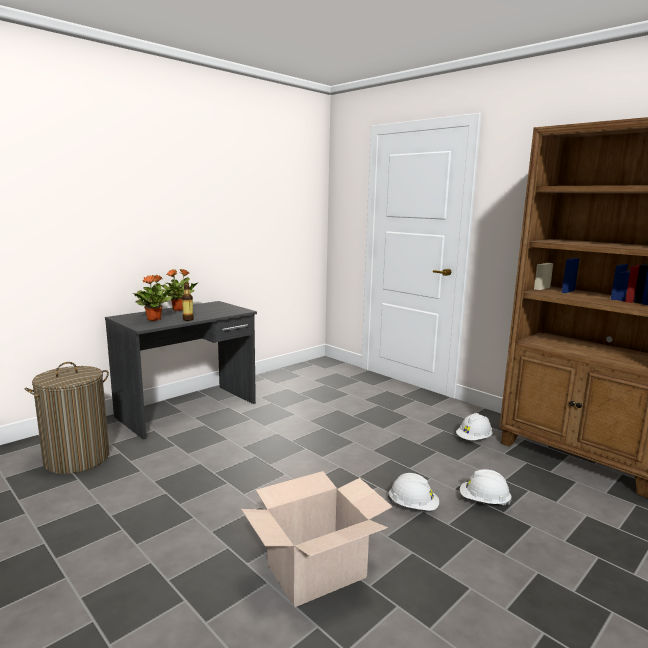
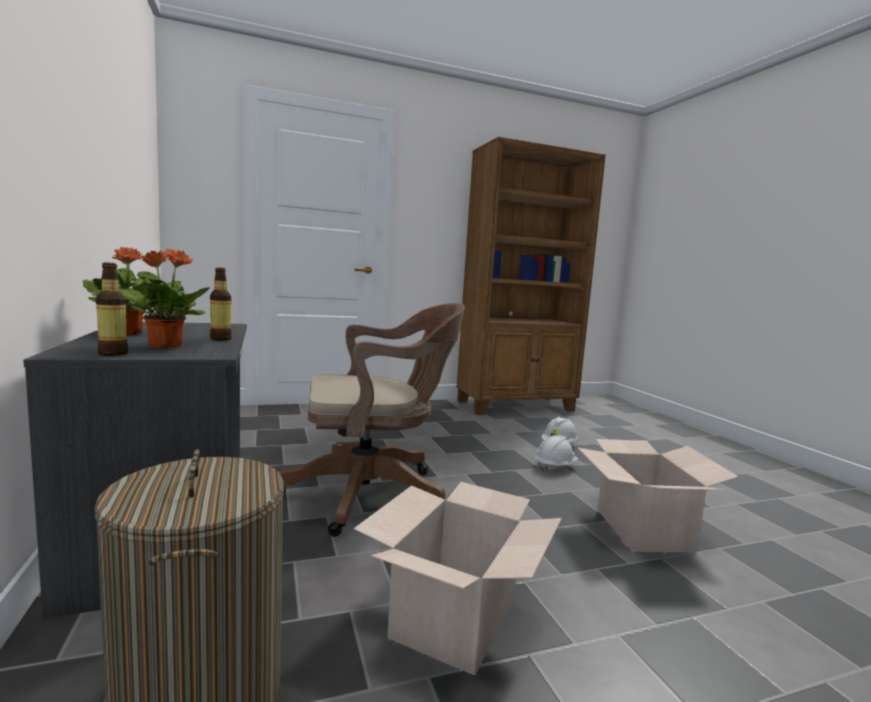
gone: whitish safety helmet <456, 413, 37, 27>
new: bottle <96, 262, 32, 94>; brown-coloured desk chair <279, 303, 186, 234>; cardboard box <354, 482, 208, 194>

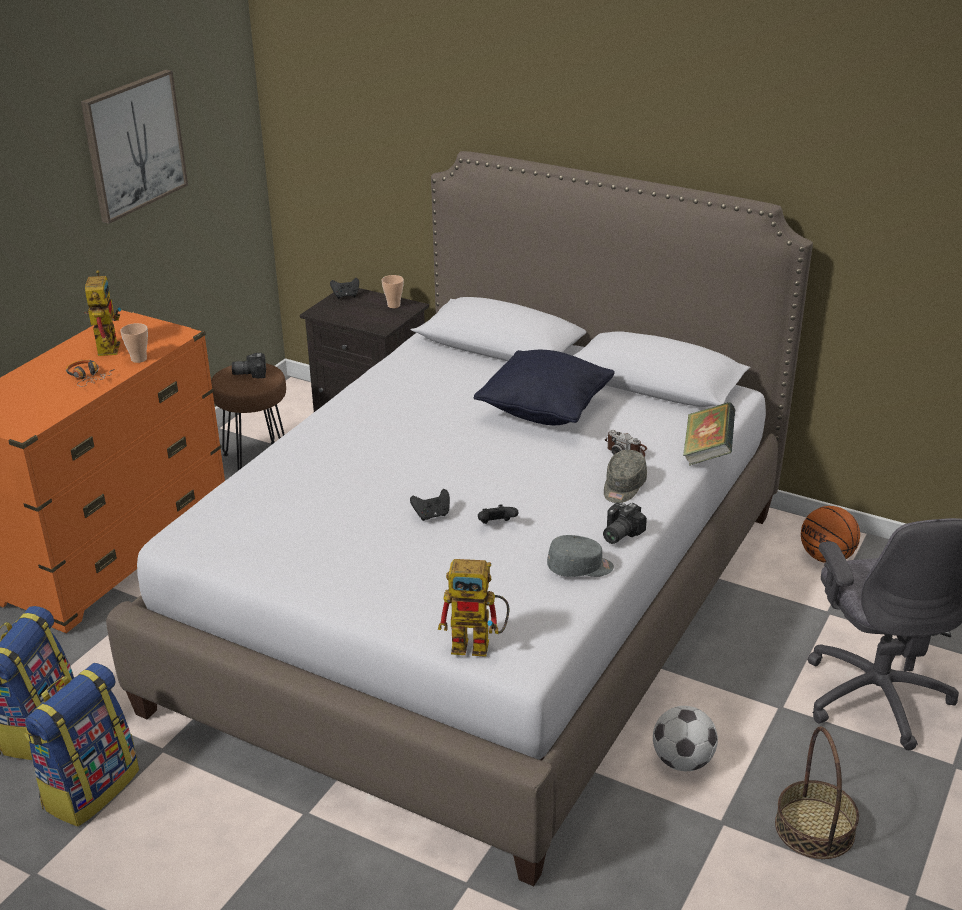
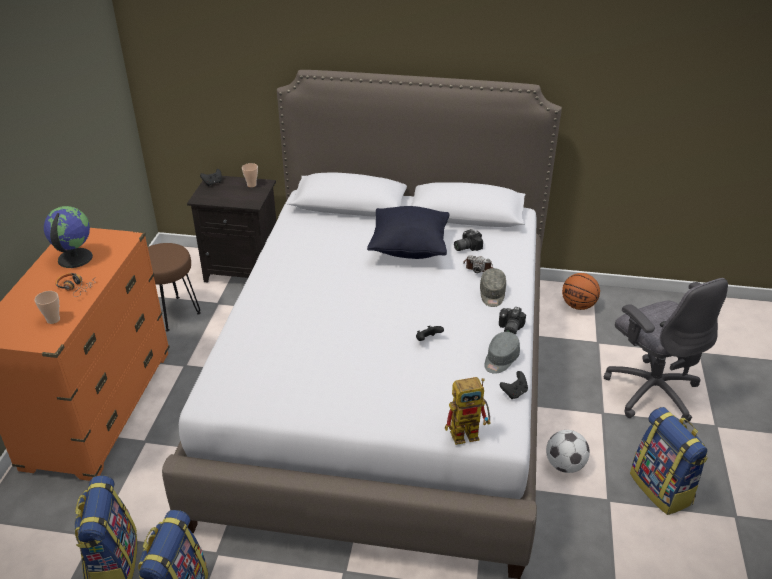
gone: wall picture <81, 70, 107, 154>; book <683, 402, 52, 63>
shifted: cup <120, 323, 28, 40> to <34, 291, 26, 33>; still camera <232, 353, 34, 25> to <454, 229, 29, 22>; black-coloured joypad <410, 489, 40, 32> to <500, 371, 28, 28>
swapped: model robot <84, 270, 37, 86> to globe <44, 206, 49, 62>; household basket <775, 726, 84, 133> to rucksack <630, 407, 78, 108>
rotated: grey cap <547, 535, 67, 42> = <484, 332, 36, 42> 150 degrees clockwise

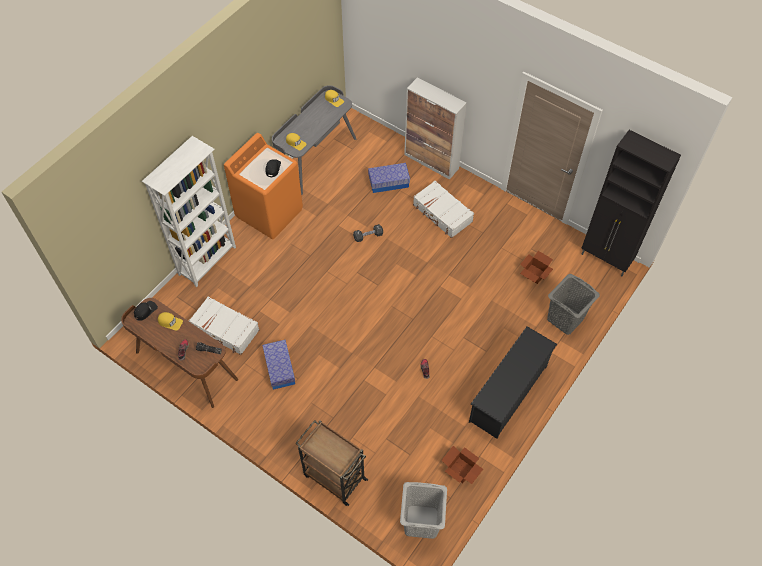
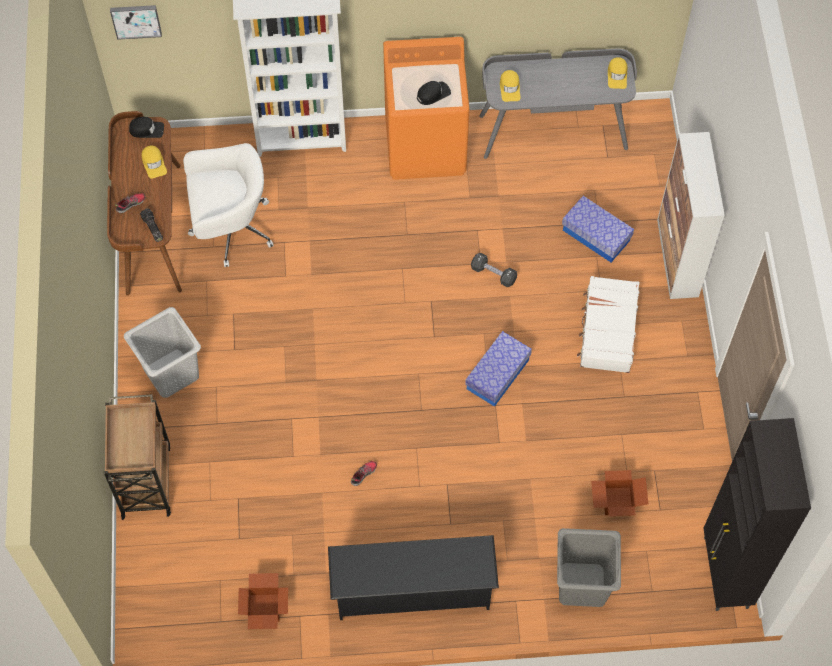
new: wall picture <110, 5, 52, 35>
shifted: storage box <262, 340, 33, 50> to <465, 331, 67, 76>; grey laundry basket <400, 482, 47, 57> to <124, 307, 77, 91>
swapped: whitish suitcase <189, 297, 70, 58> to whitish desk chair <183, 143, 91, 124>

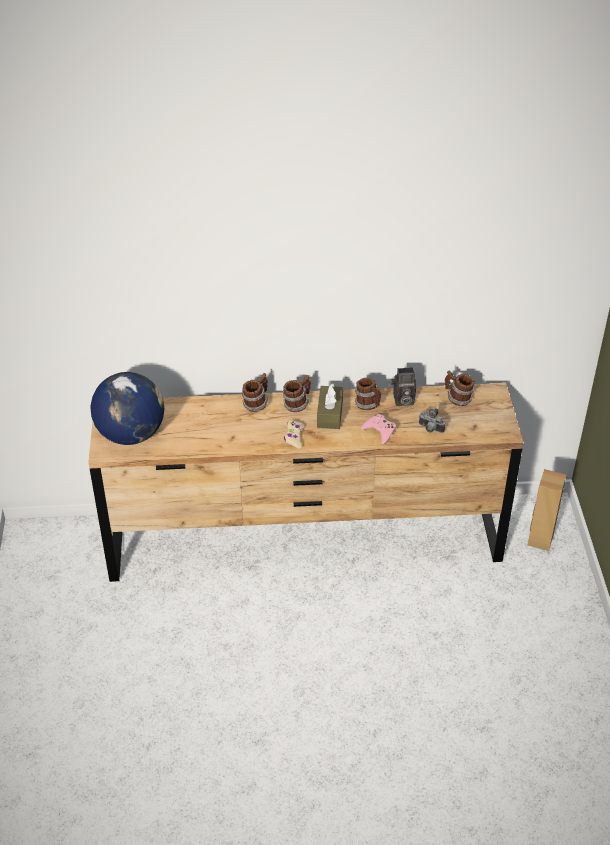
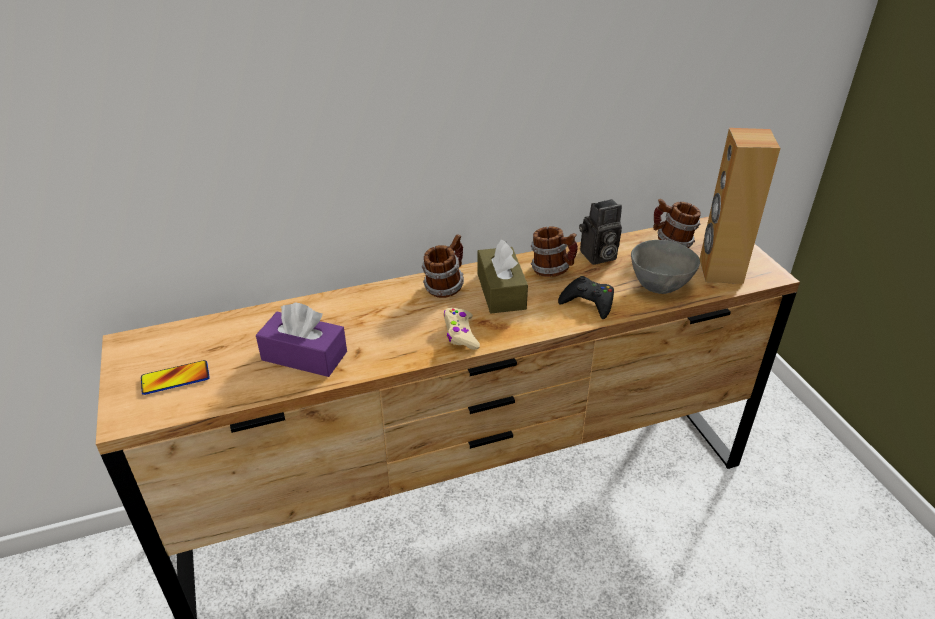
gone: mug <241, 373, 27, 39>
new: purplish box of tissues <256, 303, 91, 74>
shifted: brown-coloured loudspeaker <528, 469, 38, 82> to <700, 128, 80, 156>
swapped: globe <91, 372, 73, 73> to telephone <141, 360, 69, 35>; still camera <419, 409, 26, 24> to grey bowl <631, 240, 69, 54>
repainted: pinkish joypad <361, 414, 35, 30> to black-coloured joypad <558, 276, 56, 43>

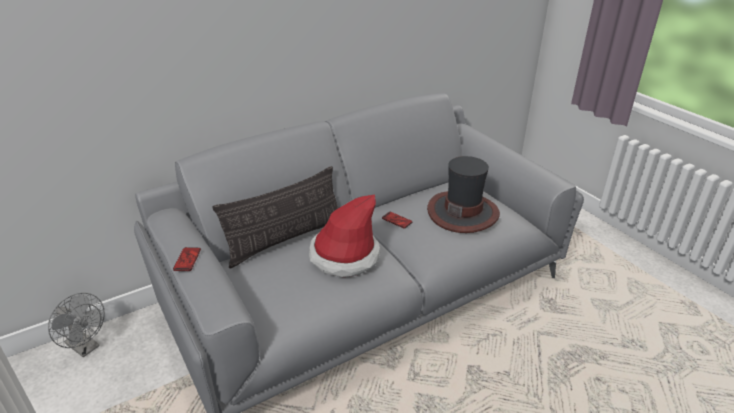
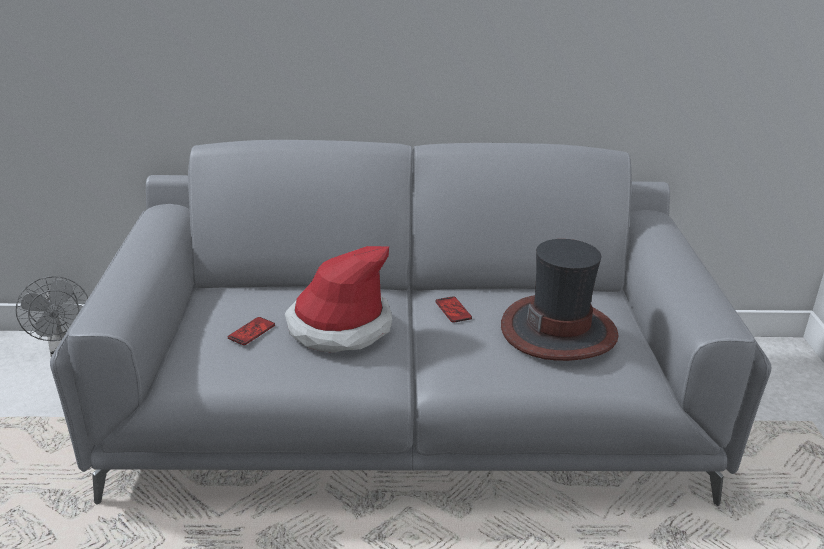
gone: throw pillow <213, 166, 126, 103>
shifted: telephone <173, 247, 28, 24> to <228, 317, 47, 28>

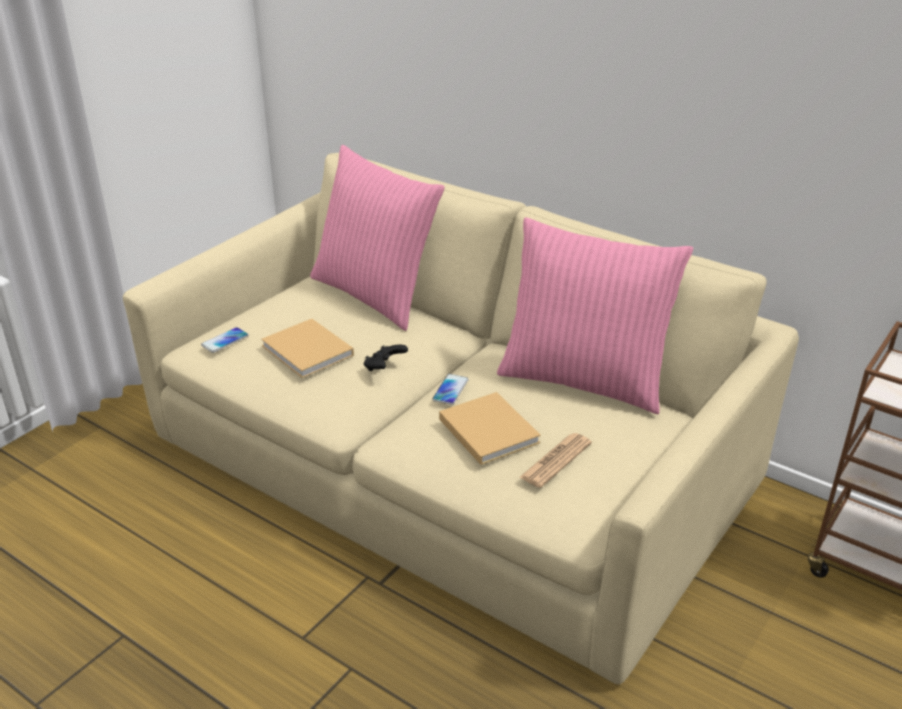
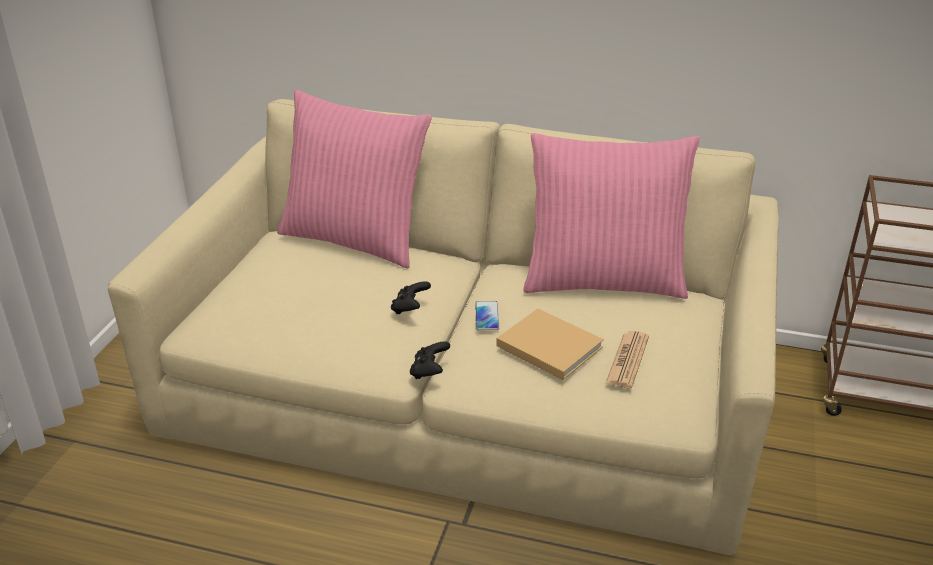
gone: telephone <201, 327, 48, 26>; beige-coloured book <261, 319, 93, 59>
new: black-coloured joypad <410, 341, 40, 38>

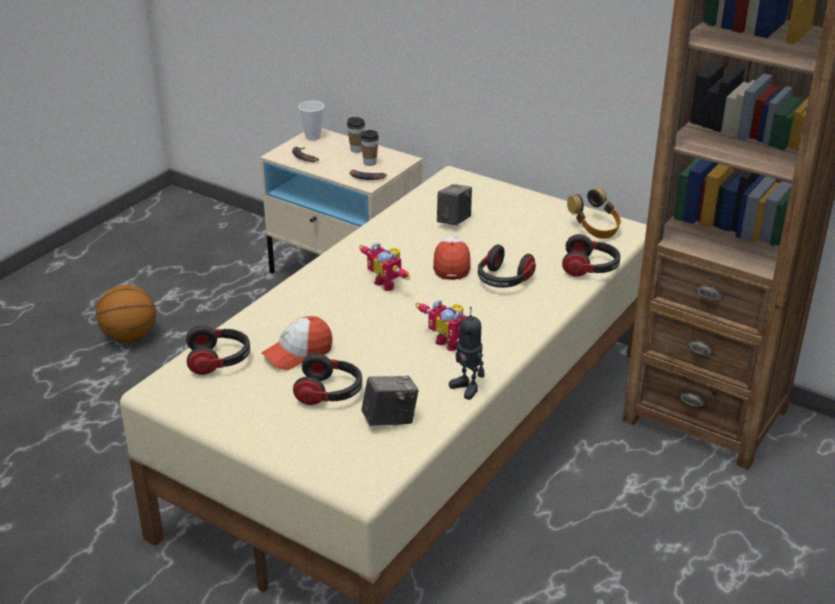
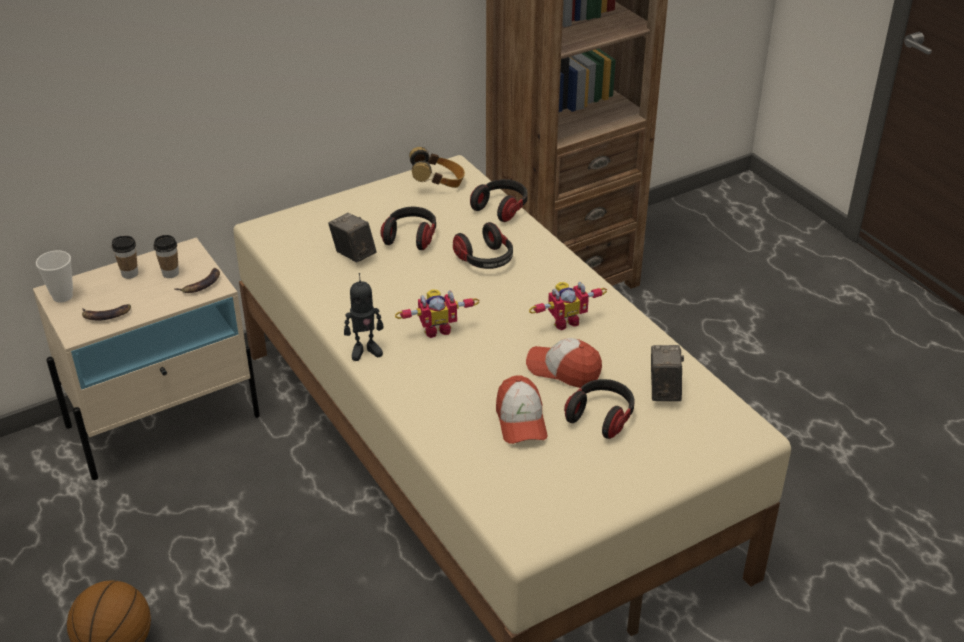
shifted: headphones <186, 325, 64, 50> to <380, 207, 56, 43>; cap <433, 236, 38, 44> to <526, 338, 76, 50>; model robot <449, 307, 36, 93> to <344, 273, 39, 88>

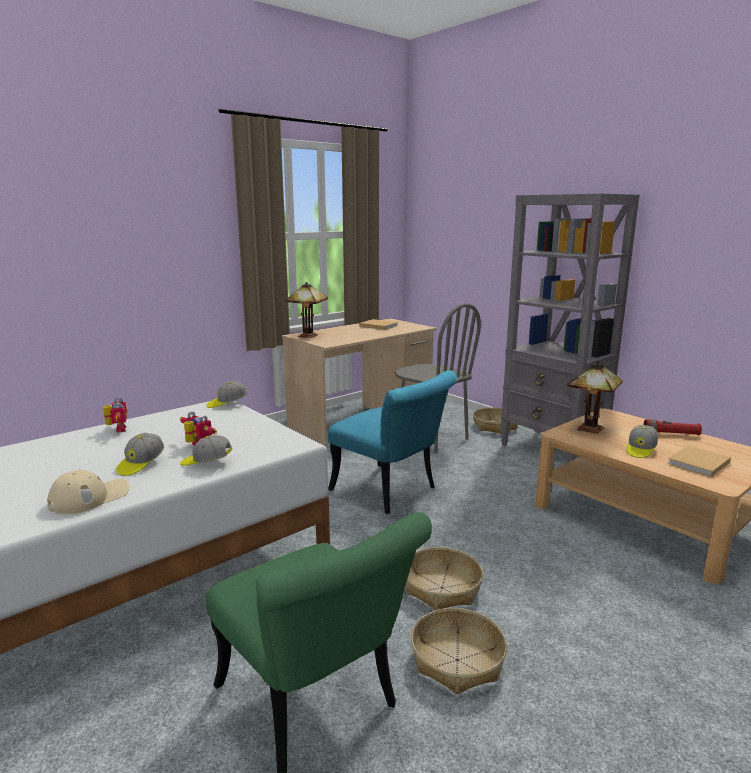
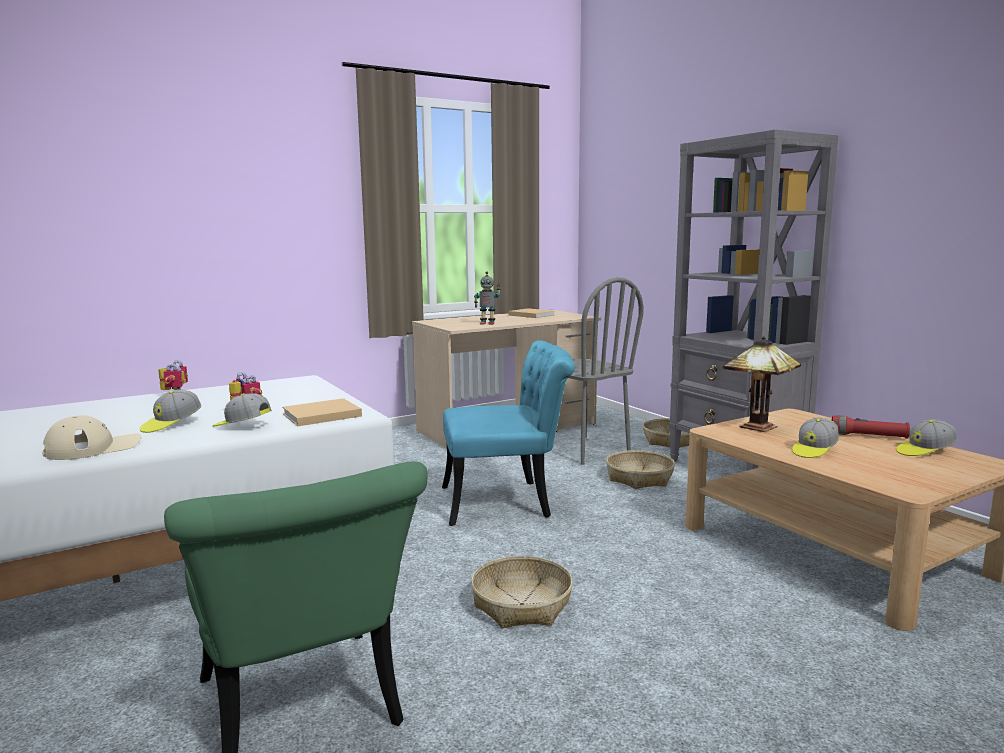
gone: table lamp <285, 282, 43, 56>
new: model robot <474, 271, 27, 54>
shifted: cap <206, 381, 41, 27> to <896, 419, 61, 37>; household basket <411, 608, 96, 86> to <606, 450, 69, 39>; beige-coloured book <667, 445, 64, 32> to <282, 398, 80, 28>
rotated: turquoise upright chair <328, 370, 129, 144> = <442, 340, 133, 186> 60 degrees counterclockwise

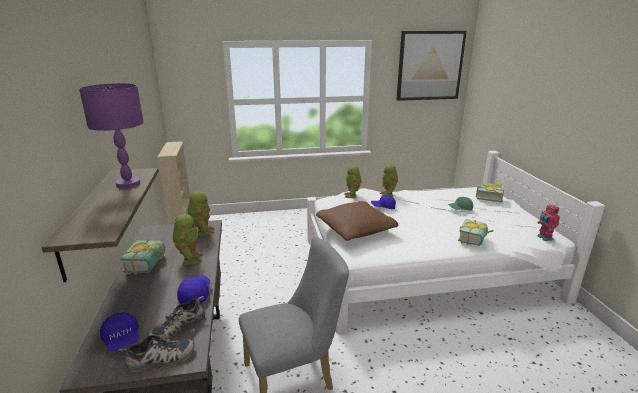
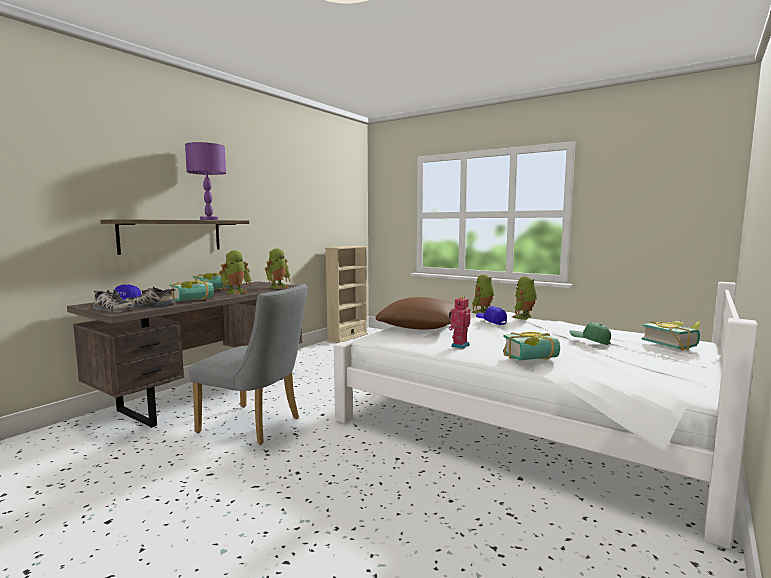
gone: wall picture <396, 31, 71, 70>
shifted: model robot <537, 205, 23, 36> to <449, 297, 22, 52>
swapped: blue cap <177, 275, 33, 29> to book <169, 280, 45, 22>

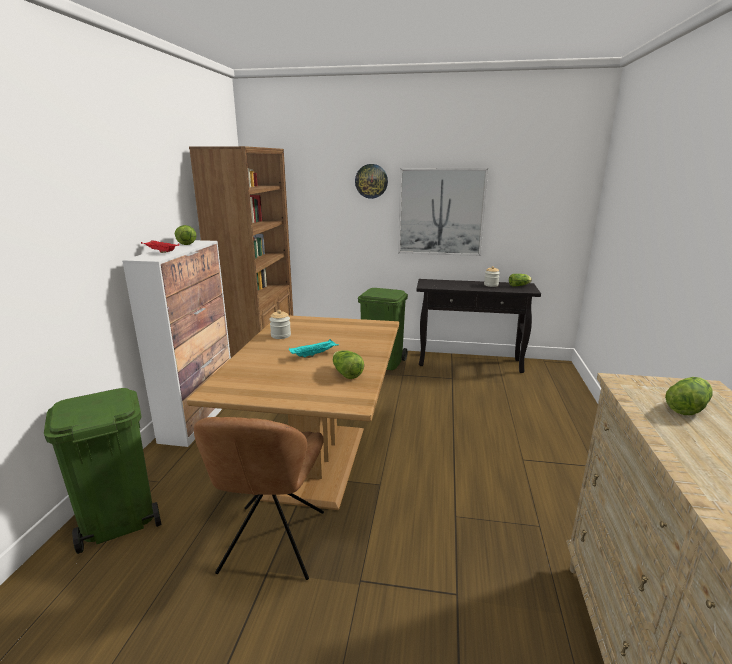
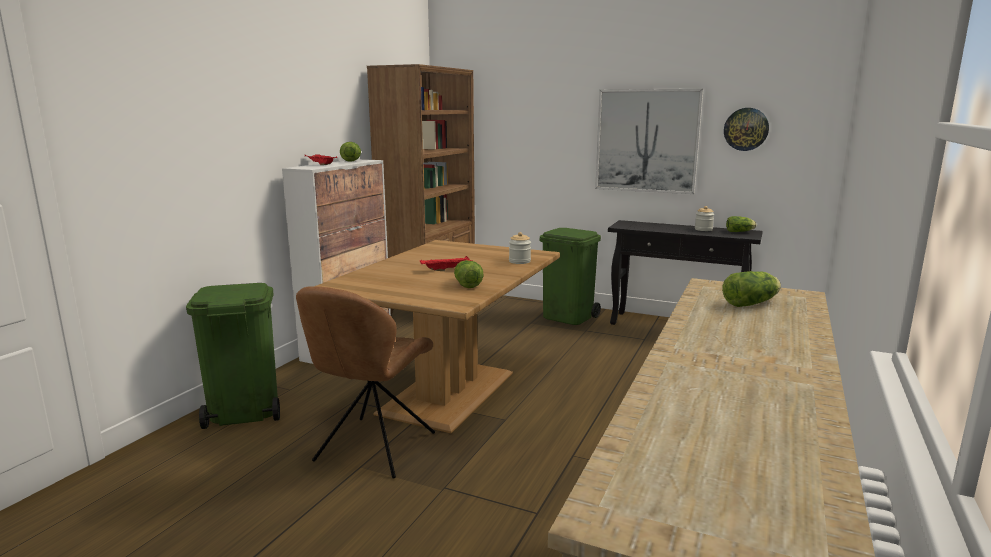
shifted: preserve jar <269, 310, 22, 29> to <509, 232, 22, 32>; hanging clock <355, 164, 33, 35> to <724, 108, 45, 43>
repainted: turquoise tray <289, 339, 49, 19> to reddish tray <420, 256, 51, 15>

